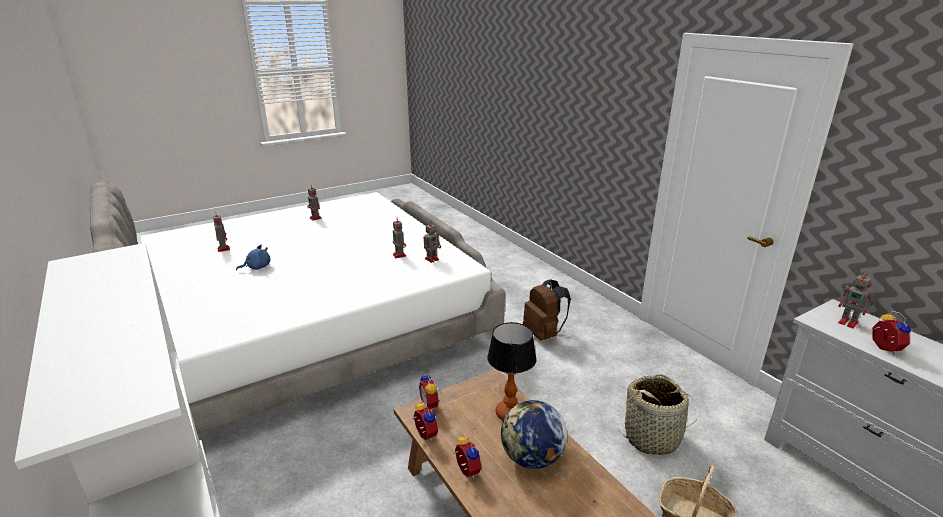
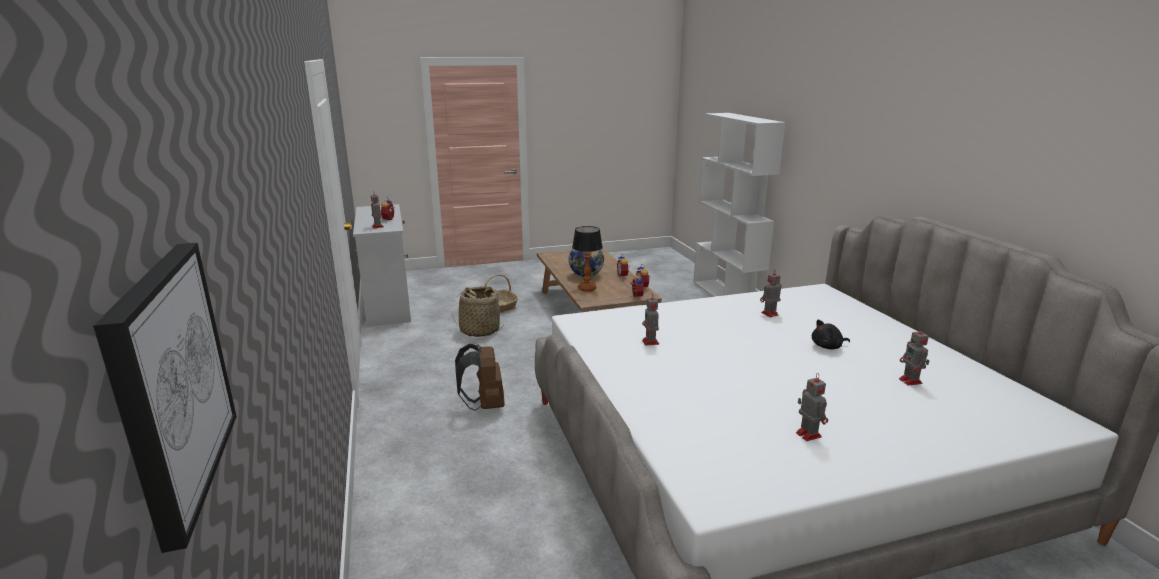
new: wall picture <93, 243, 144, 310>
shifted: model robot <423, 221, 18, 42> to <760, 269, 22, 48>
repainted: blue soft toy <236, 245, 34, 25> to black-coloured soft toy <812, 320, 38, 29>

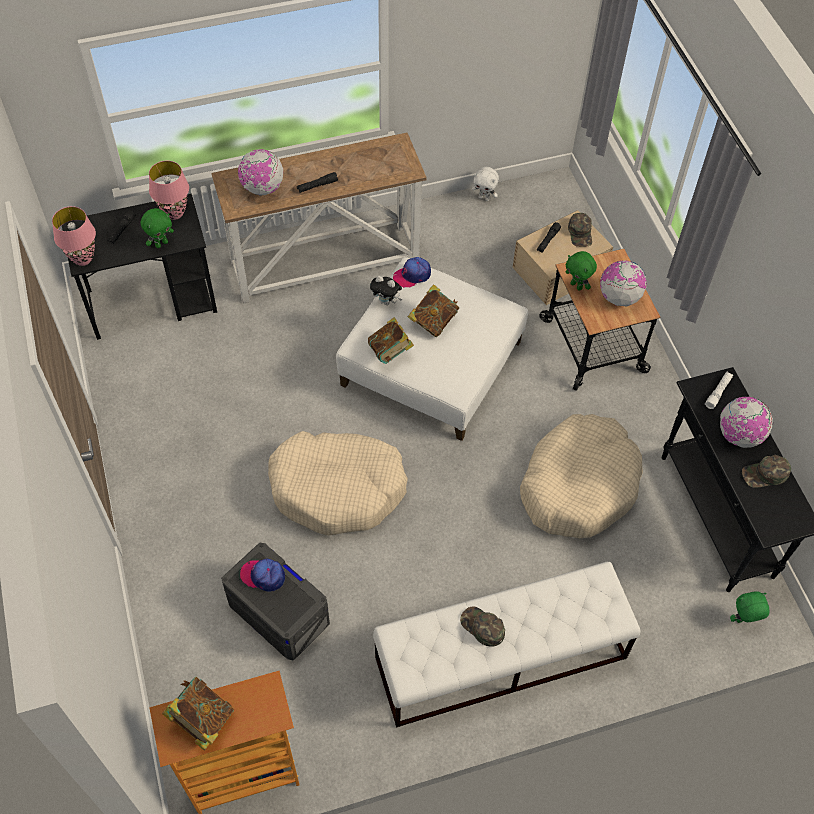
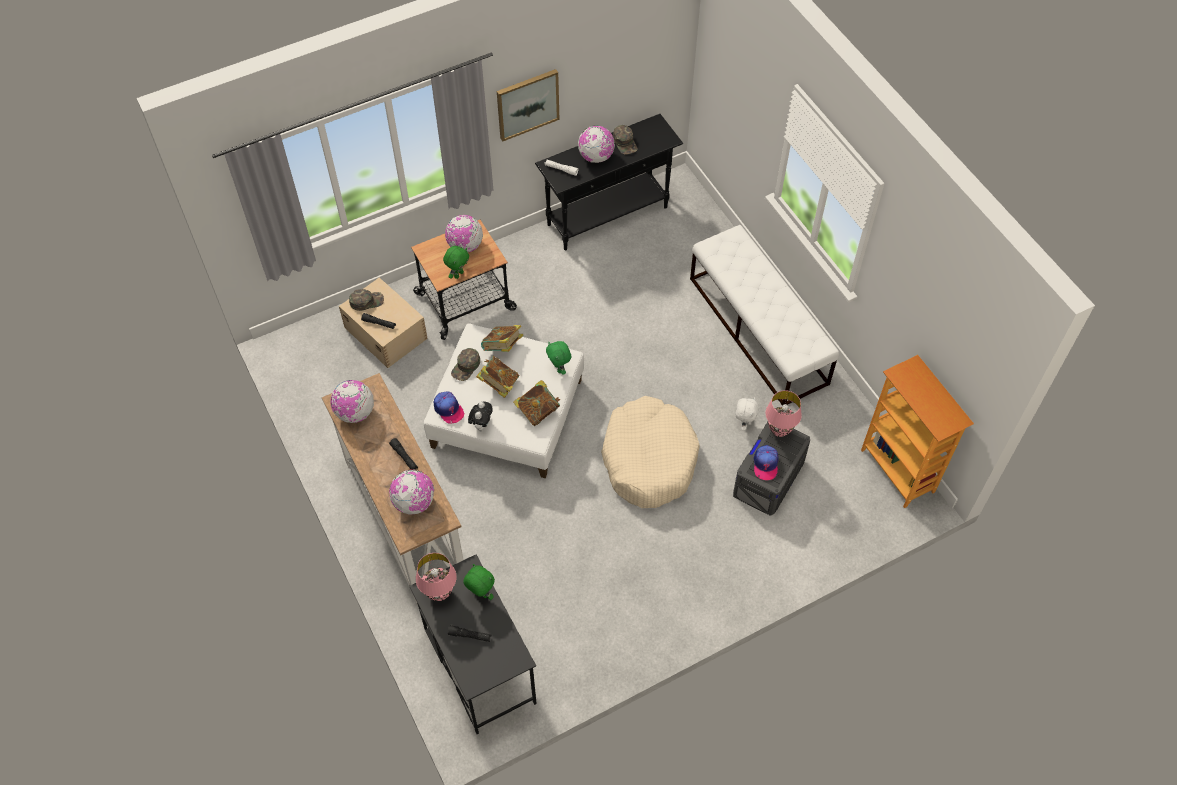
gone: beige-coloured dog cushion <520, 414, 123, 124>
new: globe <330, 380, 44, 43>; wall picture <497, 69, 63, 73>
shifted: pinkish table lamp <52, 206, 44, 60> to <766, 390, 36, 47>; book <162, 677, 72, 73> to <481, 325, 42, 27>; greenish cap <460, 606, 45, 41> to <451, 348, 29, 33>; whitish soft toy <472, 167, 27, 34> to <736, 397, 23, 34>; greenish soft toy <730, 592, 40, 31> to <546, 341, 25, 34>

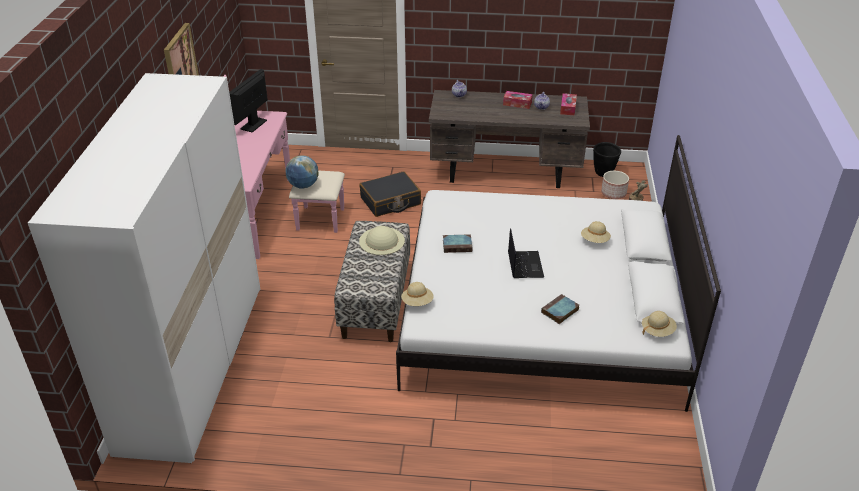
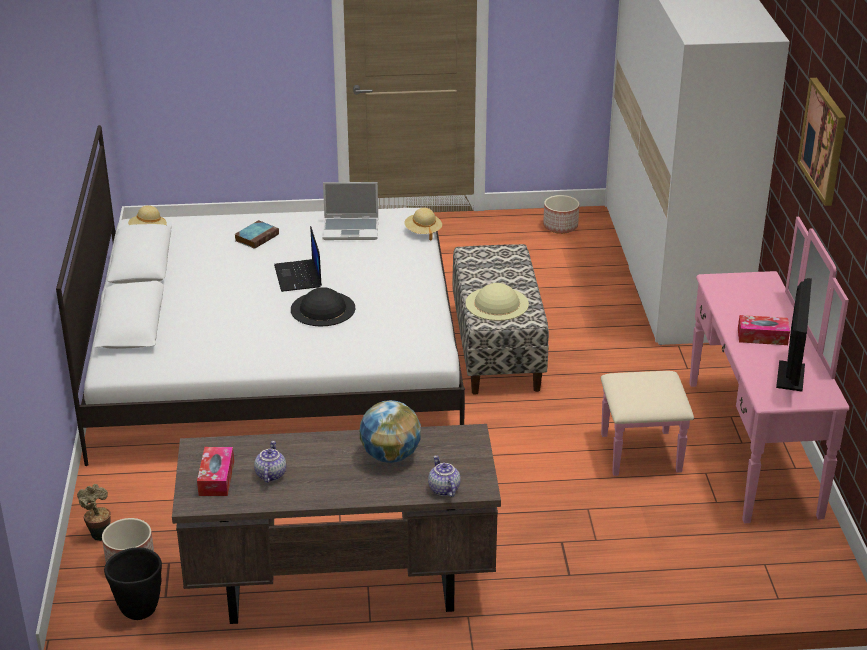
gone: black-coloured suitcase <359, 172, 62, 45>; book <443, 234, 29, 19>; beige-coloured hat <581, 221, 30, 22>
new: black-coloured hat <291, 287, 64, 39>; laptop <322, 182, 56, 58>; plant pot <543, 195, 36, 39>
shifted: globe <286, 156, 33, 32> to <360, 400, 61, 63>; box of tissues <503, 91, 30, 18> to <738, 315, 52, 30>

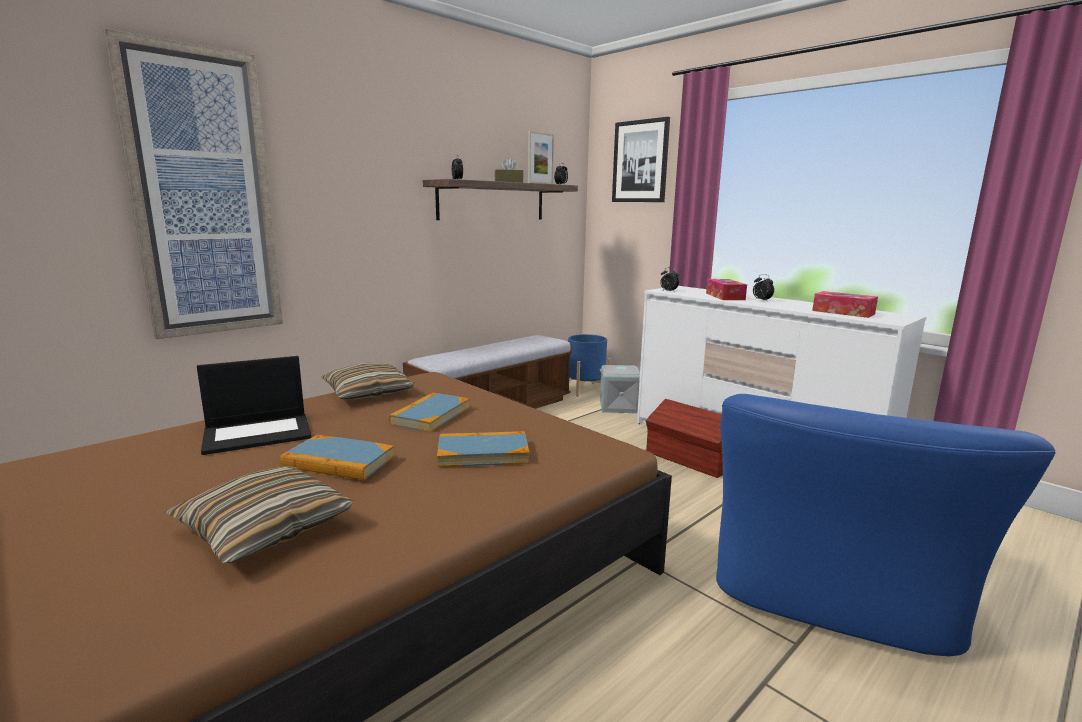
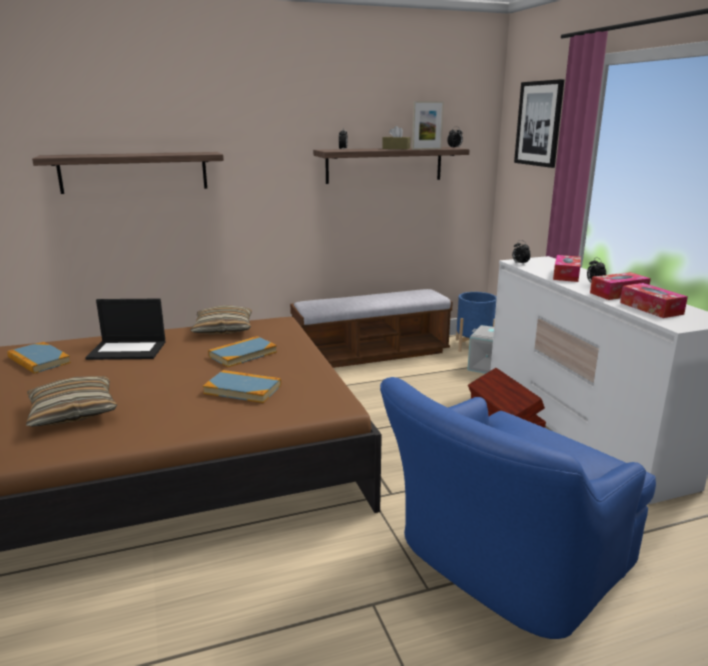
new: box of tissues <590, 272, 61, 28>
shifted: book <280, 435, 115, 45> to <7, 342, 64, 32>
swapped: wall picture <103, 29, 180, 310> to bracket shelf <32, 152, 192, 42>

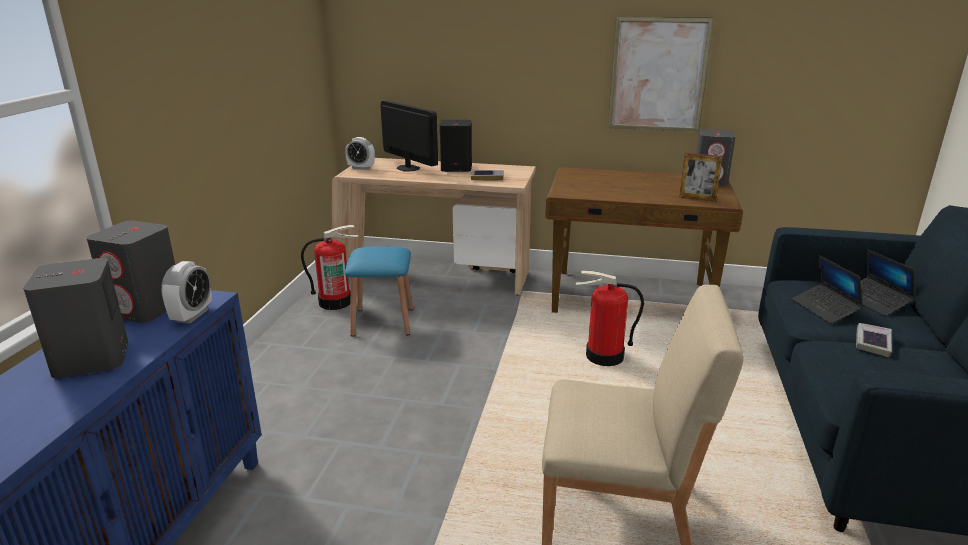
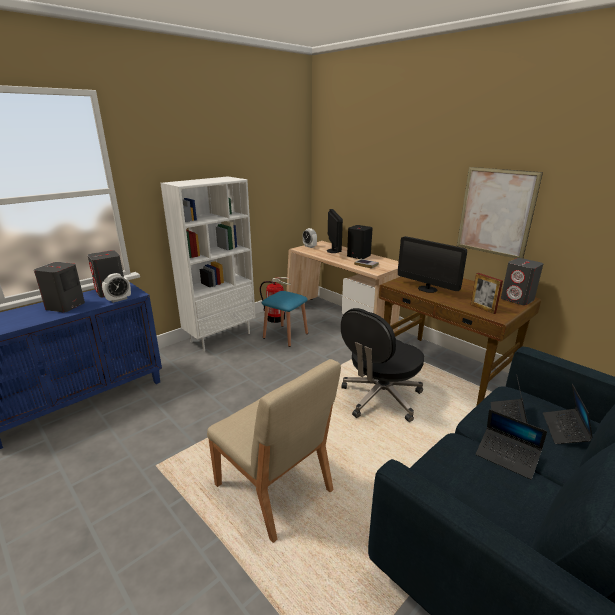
new: whitish bookcase <160, 176, 95, 176>; monitor <398, 236, 69, 57>
swapped: fire extinguisher <576, 271, 68, 95> to black-coloured desk chair <341, 308, 83, 114>; book <856, 323, 36, 34> to laptop <476, 409, 71, 71>

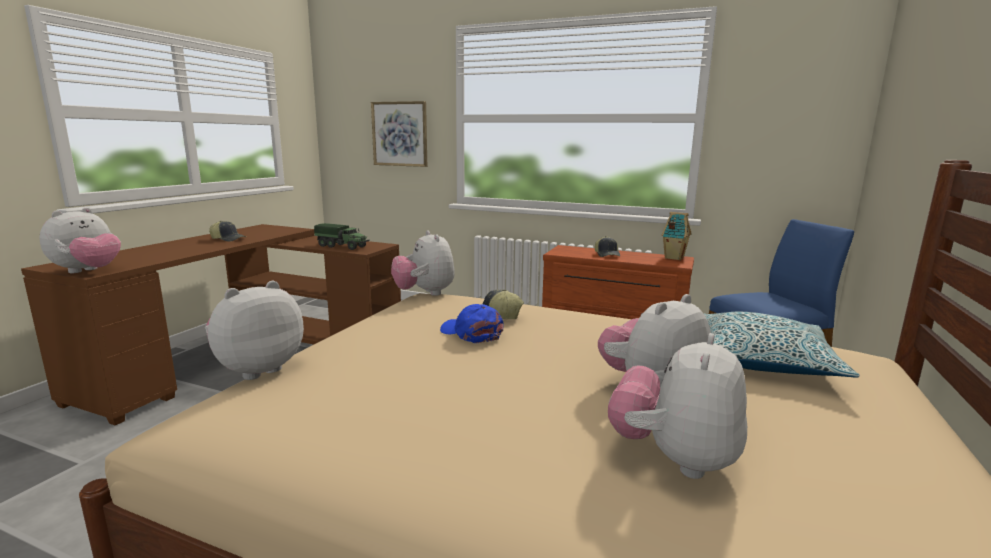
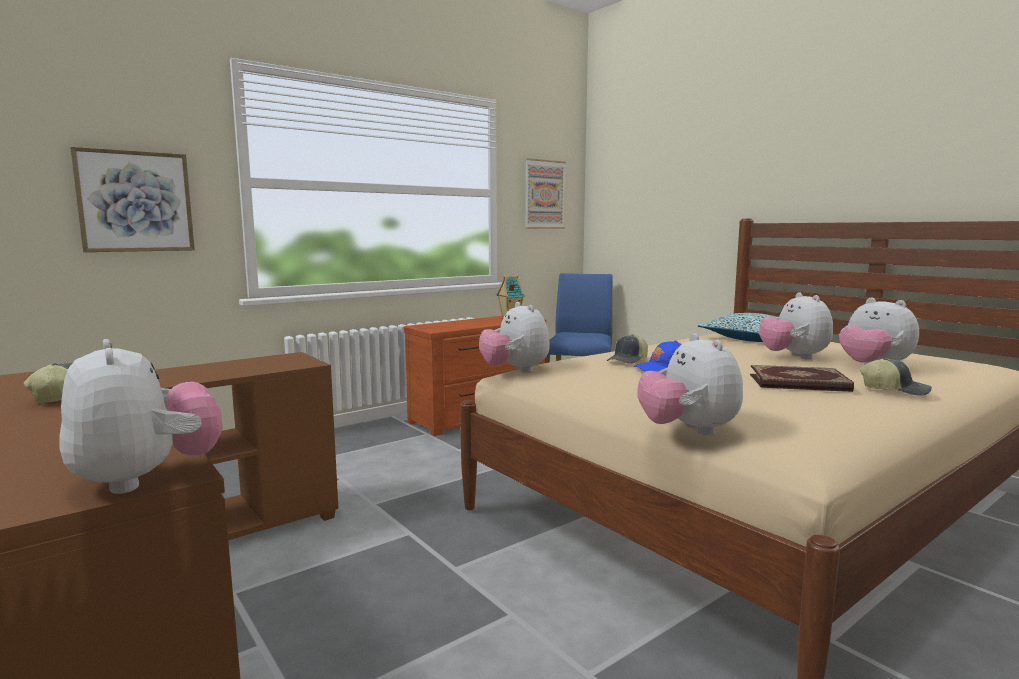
gone: toy lorry <314, 223, 55, 27>
new: wall picture <525, 158, 41, 71>; book <750, 365, 104, 27>
shifted: cap <595, 236, 25, 21> to <860, 358, 72, 38>
rotated: soft toy <391, 230, 64, 66> = <479, 302, 71, 71> 60 degrees clockwise

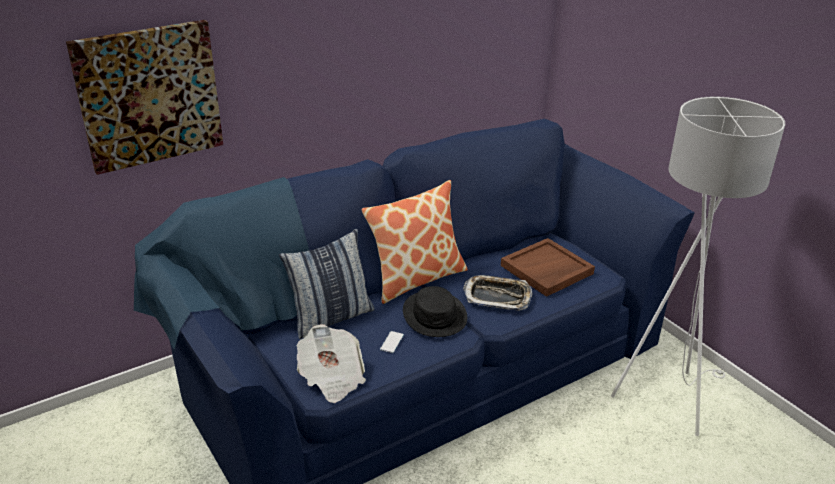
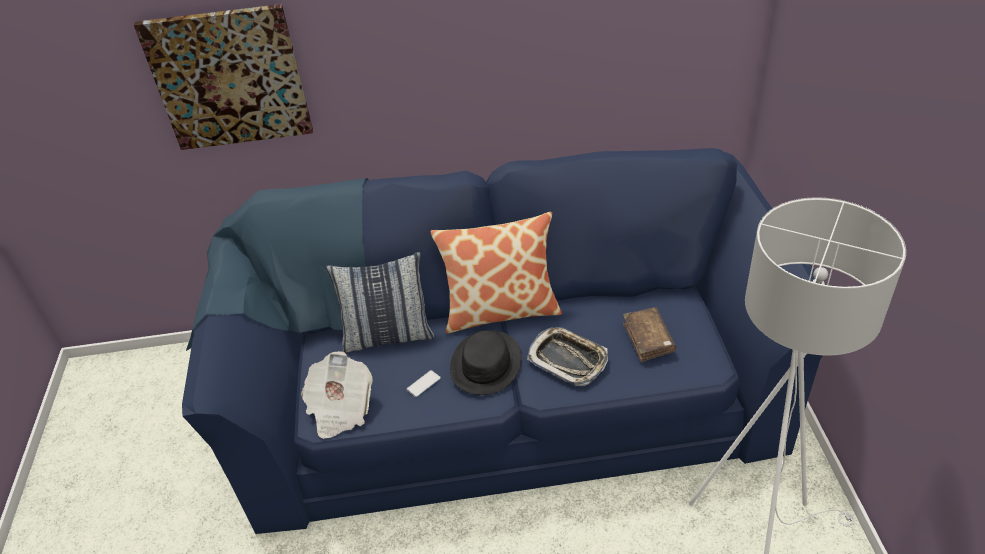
swapped: brown-coloured tray <501, 238, 94, 59> to brown-coloured book <623, 307, 53, 55>

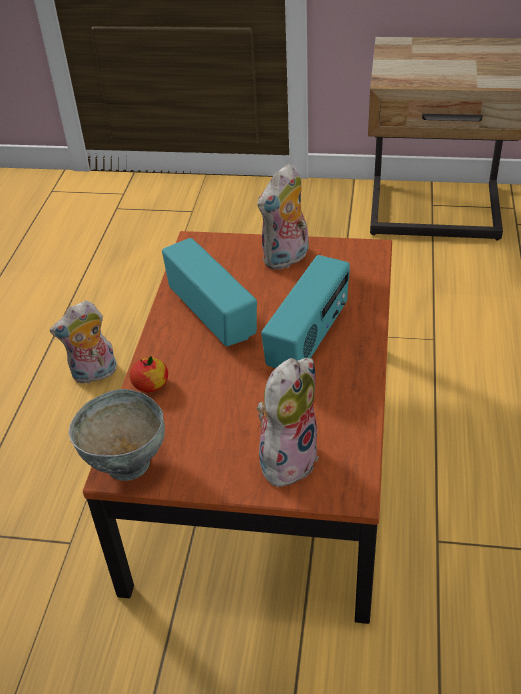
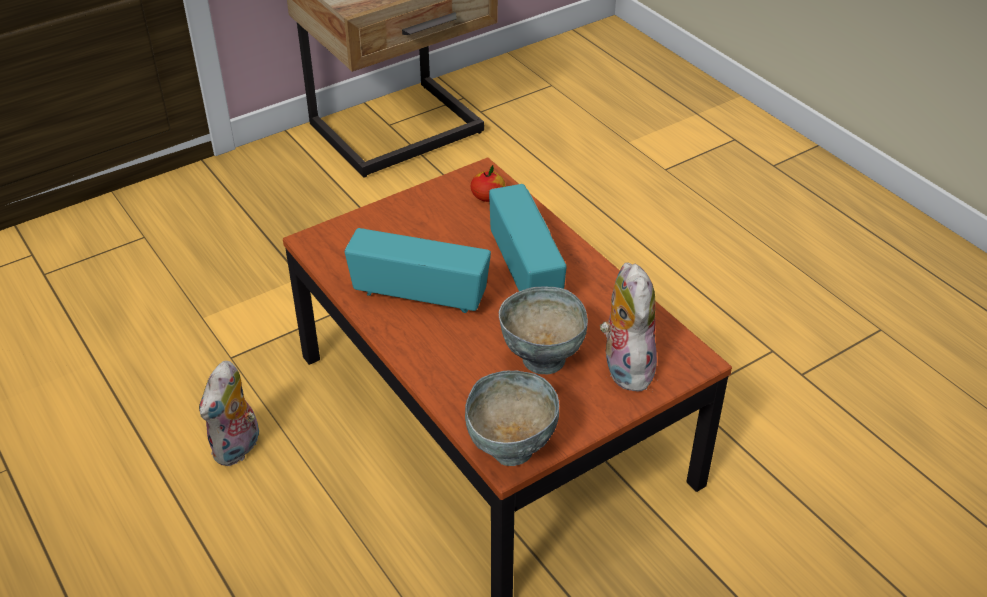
gone: soft toy <257, 164, 52, 106>
new: grey bowl <499, 287, 89, 88>
shifted: whole apple <130, 356, 38, 36> to <470, 165, 35, 37>

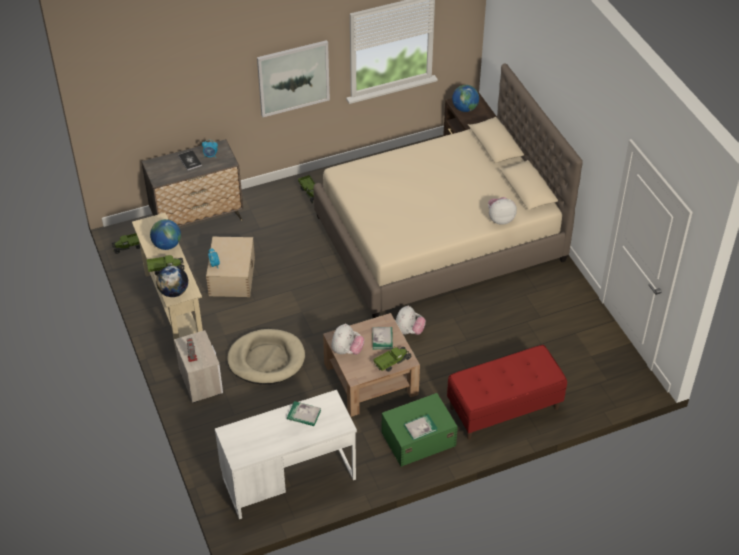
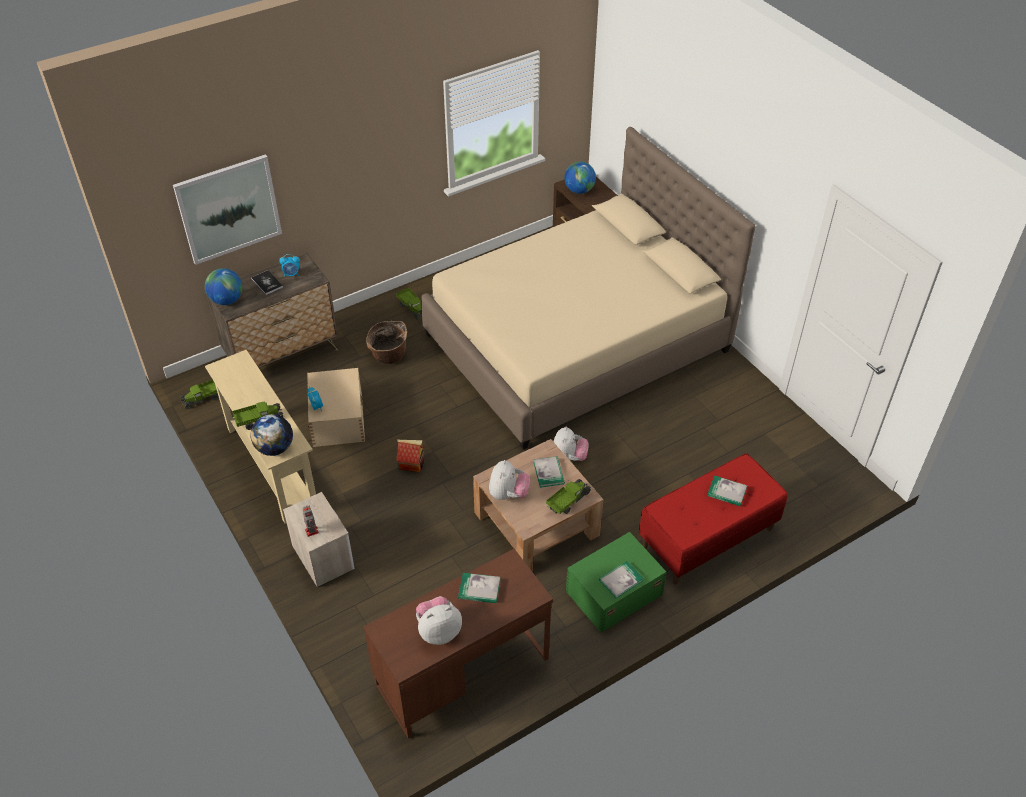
gone: beige-coloured dog cushion <227, 329, 78, 55>
new: household basket <366, 321, 41, 43>; toy house <396, 440, 28, 33>; book <707, 475, 40, 31>
shifted: globe <150, 219, 31, 31> to <205, 268, 37, 37>; wall picture <257, 40, 73, 77> to <173, 154, 109, 111>; soft toy <488, 197, 29, 28> to <416, 596, 46, 49>
repainted: whitish desk unit <215, 390, 142, 129> to brown-coloured desk unit <364, 549, 189, 190>

